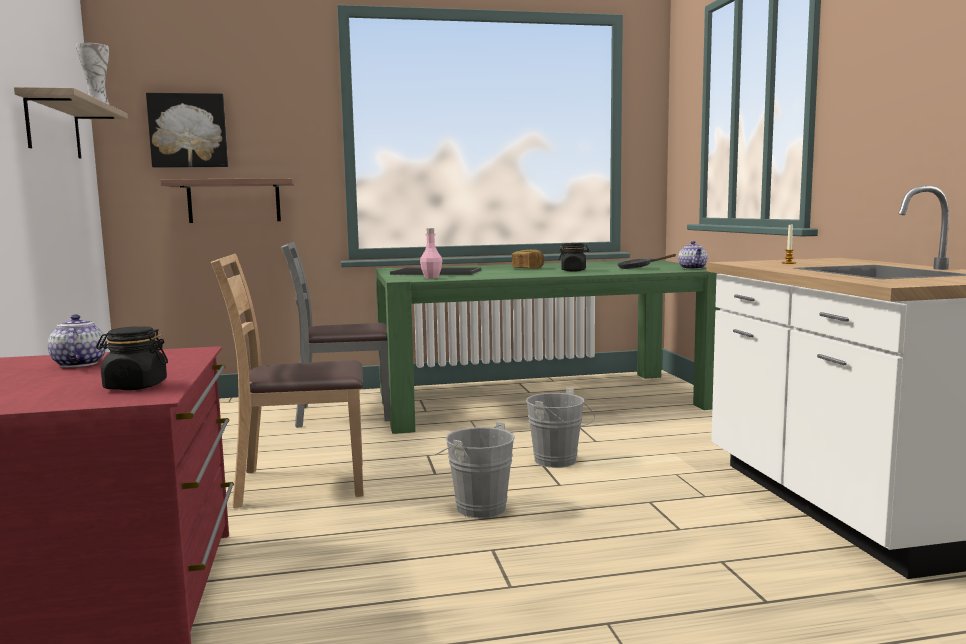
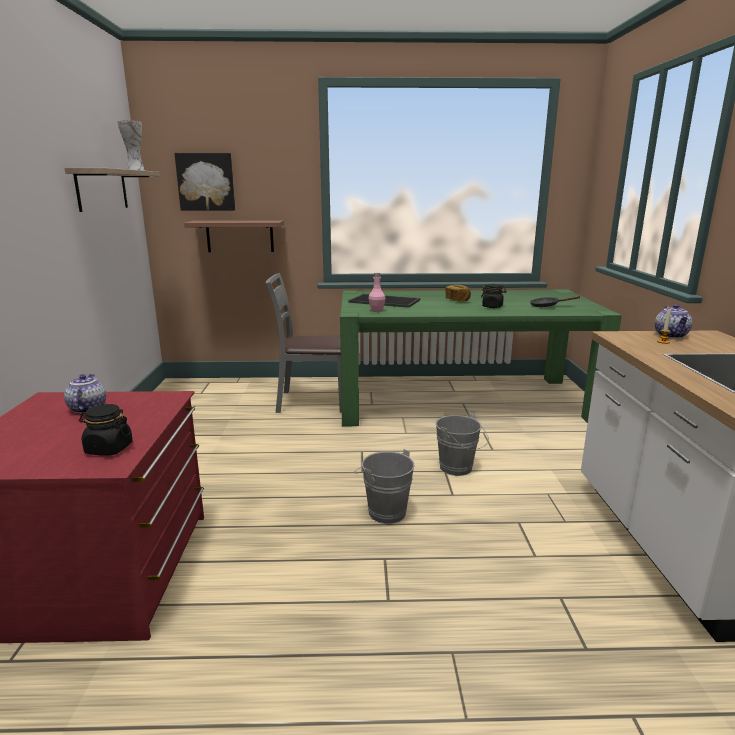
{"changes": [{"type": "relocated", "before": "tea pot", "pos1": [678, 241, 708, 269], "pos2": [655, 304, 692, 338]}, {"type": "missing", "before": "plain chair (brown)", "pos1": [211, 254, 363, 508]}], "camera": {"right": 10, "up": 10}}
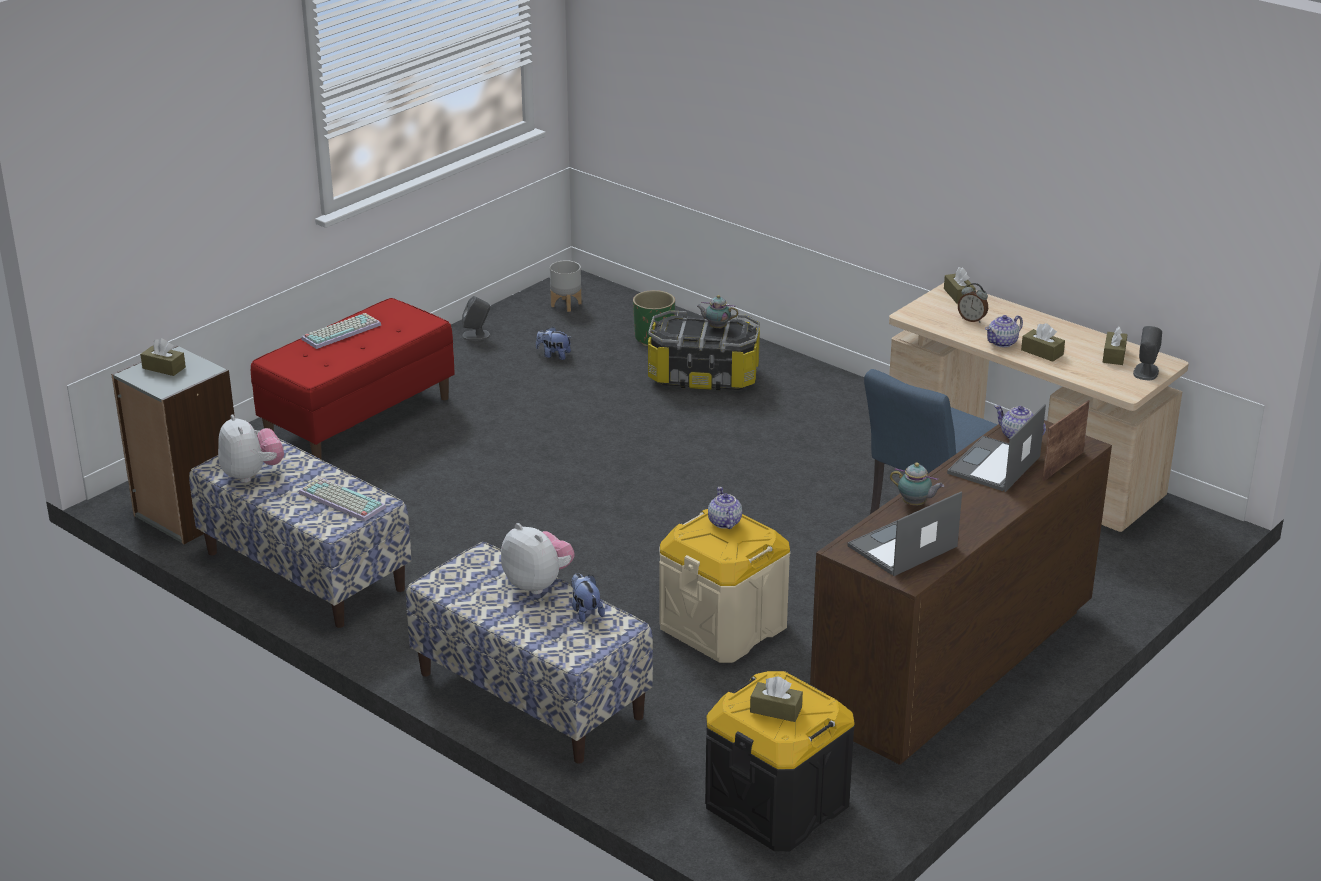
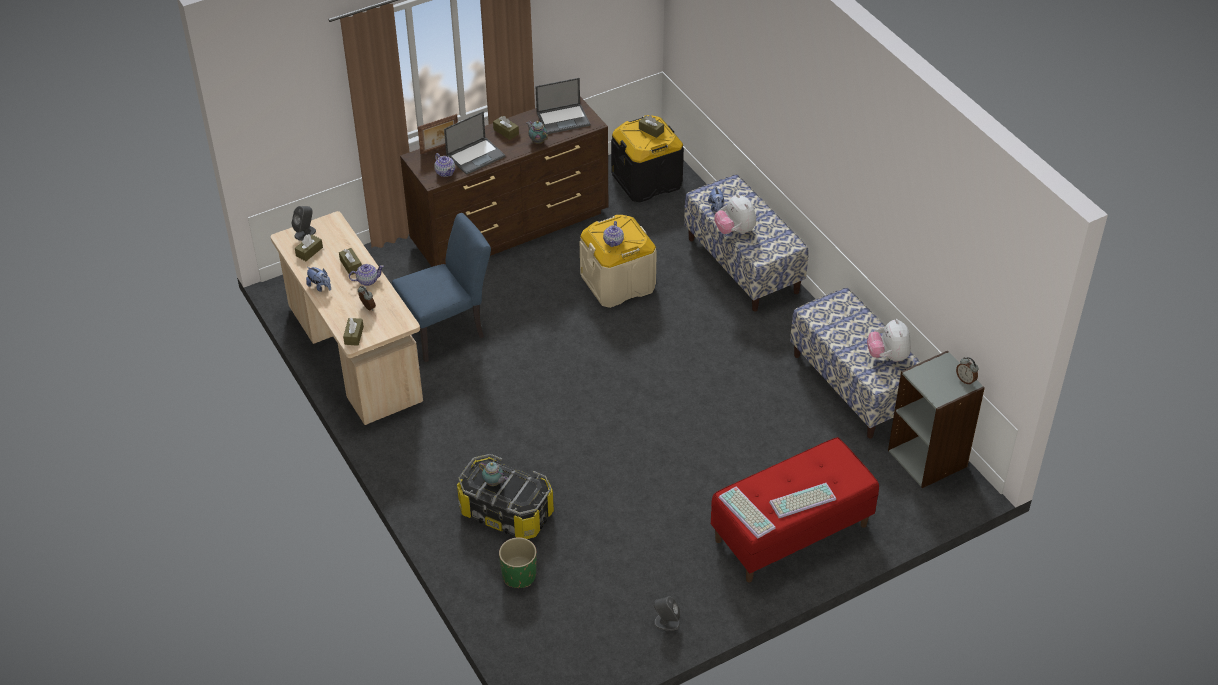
{"changes": [{"type": "missing", "before": "plant pot (grey)", "pos1": [550, 260, 582, 312]}, {"type": "relocated", "before": "soft toy", "pos1": [536, 327, 572, 360], "pos2": [306, 267, 331, 292]}, {"type": "relocated", "before": "box of tissues (brown)", "pos1": [140, 338, 186, 376], "pos2": [493, 116, 519, 140]}, {"type": "relocated", "before": "computer keyboard", "pos1": [299, 477, 386, 522], "pos2": [719, 487, 776, 539]}, {"type": "appeared", "after": "table clock", "pos2": [956, 357, 978, 385]}], "camera": {"right": -160, "up": 15}}
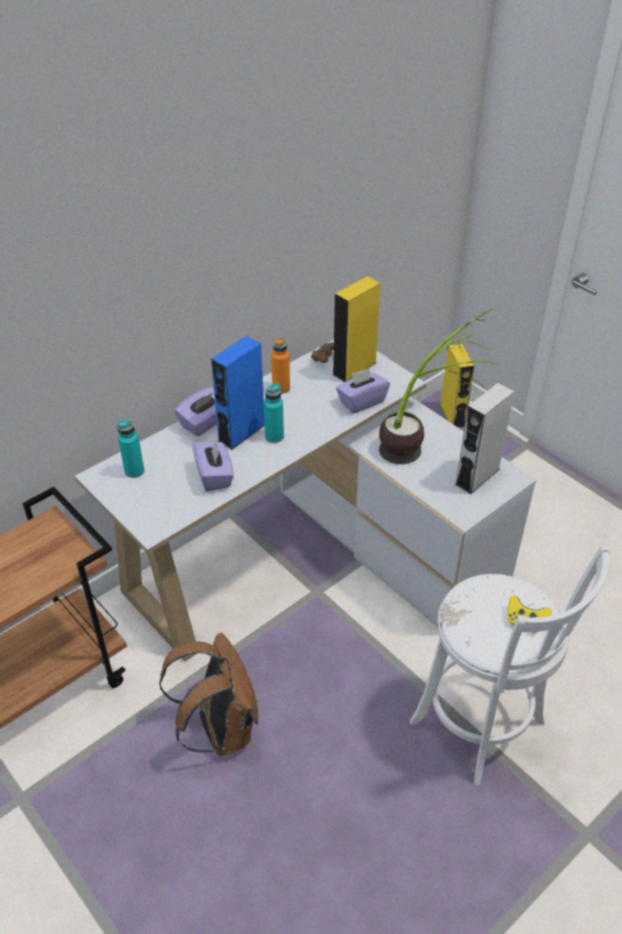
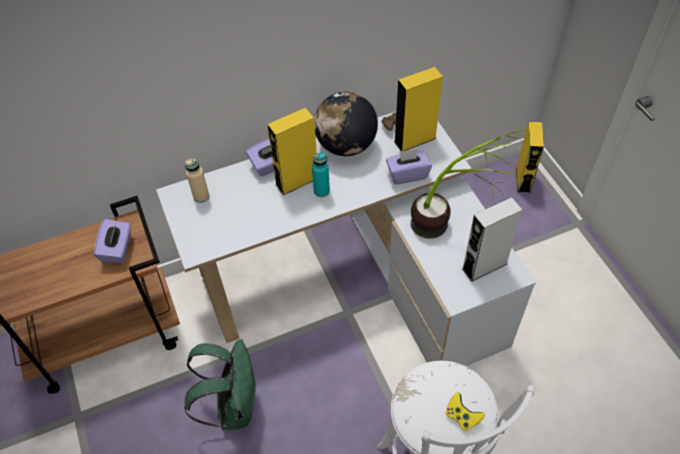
{"changes": [{"type": "colour", "before": "loudspeaker (blue)", "after": "loudspeaker (yellow)", "pos1": [211, 336, 265, 450], "pos2": [267, 107, 317, 195]}, {"type": "exchanged", "before": "beverage bottle (orange)", "after": "world globe", "pos1": [271, 337, 290, 394], "pos2": [314, 92, 378, 156]}, {"type": "colour", "before": "beverage bottle (blue-green)", "after": "beverage bottle (sand-coloured)", "pos1": [117, 419, 144, 478], "pos2": [184, 158, 209, 203]}, {"type": "relocated", "before": "box of tissues (purplish)", "pos1": [192, 440, 234, 492], "pos2": [94, 219, 131, 263]}, {"type": "colour", "before": "knapsack (brown)", "after": "knapsack (green)", "pos1": [159, 632, 258, 756], "pos2": [184, 339, 257, 430]}], "camera": {"right": 20, "up": 10}}
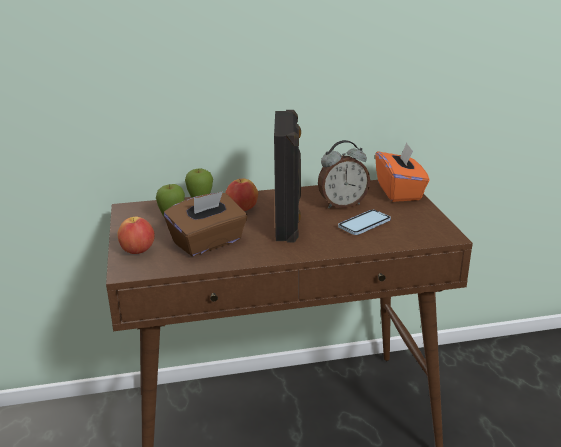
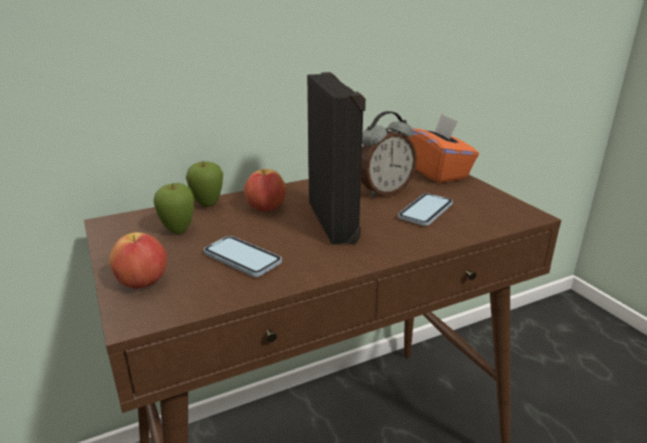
{"changes": [{"type": "exchanged", "before": "box of tissues (brown)", "after": "telephone", "pos1": [164, 191, 248, 256], "pos2": [204, 236, 282, 277]}], "camera": {"right": -15, "up": 0}}
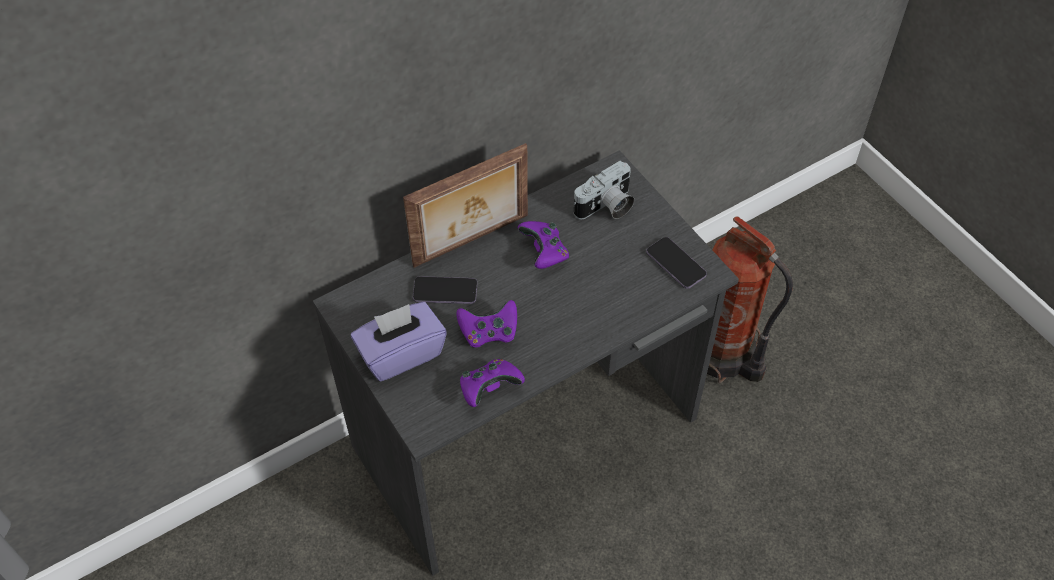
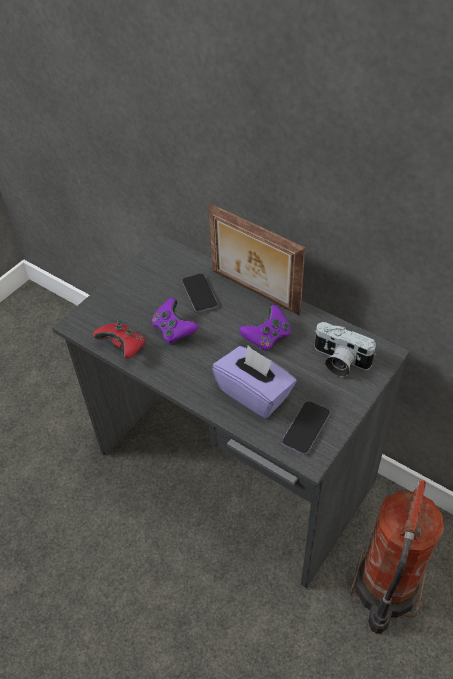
{"changes": [{"type": "relocated", "before": "box of tissues (purplish)", "pos1": [351, 302, 447, 381], "pos2": [212, 345, 296, 418]}, {"type": "colour", "before": "gamepad (purplish)", "after": "gamepad (red-coloured)", "pos1": [460, 359, 525, 407], "pos2": [93, 320, 146, 359]}], "camera": {"right": 70, "up": -5}}
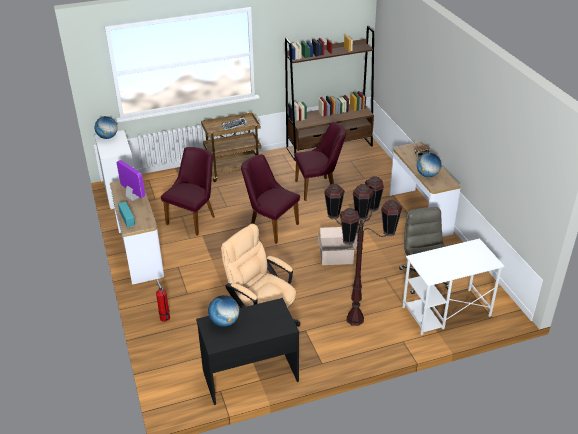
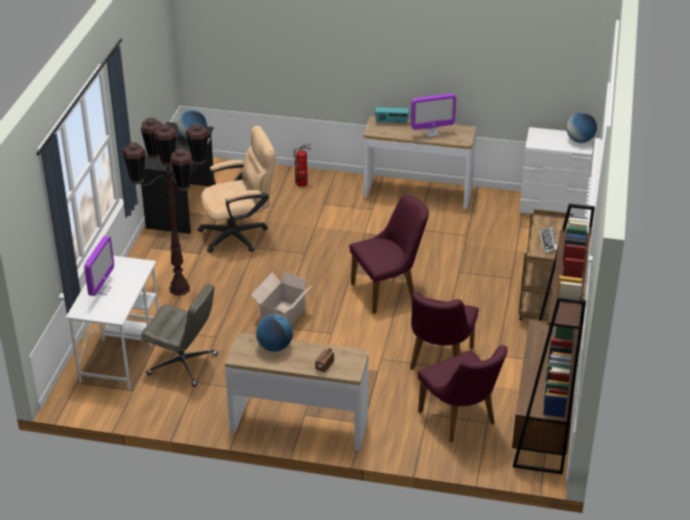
{"changes": [{"type": "relocated", "before": "plain chair (purplish)", "pos1": [161, 147, 215, 236], "pos2": [418, 345, 508, 442]}, {"type": "appeared", "after": "monitor", "pos2": [84, 236, 114, 296]}], "camera": {"right": 120, "up": 0}}
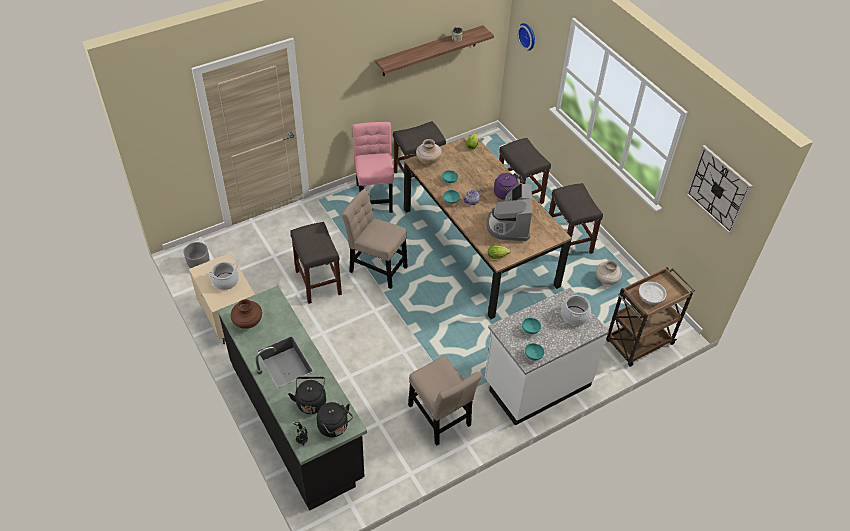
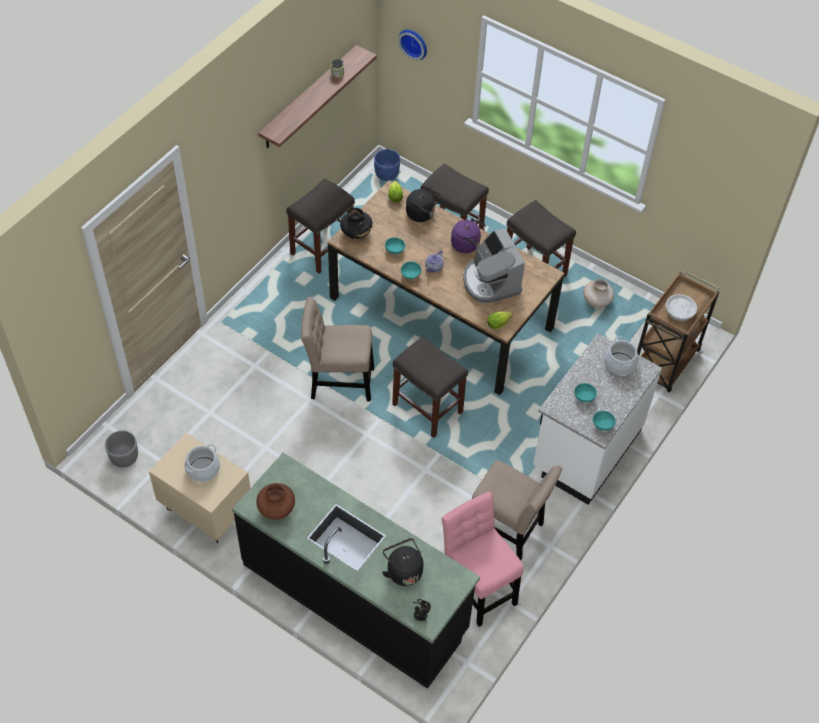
{"changes": [{"type": "relocated", "before": "plain chair (pink)", "pos1": [352, 122, 394, 213], "pos2": [442, 492, 524, 627]}, {"type": "colour", "before": "vase (sand-coloured)", "after": "vase (black)", "pos1": [416, 139, 442, 164], "pos2": [340, 208, 372, 239]}, {"type": "missing", "before": "hanging clock", "pos1": [685, 145, 752, 235]}, {"type": "relocated", "before": "stool seat (grey)", "pos1": [290, 222, 342, 304], "pos2": [392, 336, 468, 438]}, {"type": "relocated", "before": "kettle (black)", "pos1": [316, 402, 353, 437], "pos2": [406, 188, 440, 222]}, {"type": "appeared", "after": "plant pot (blue)", "pos2": [374, 149, 400, 181]}], "camera": {"right": -25, "up": 5}}
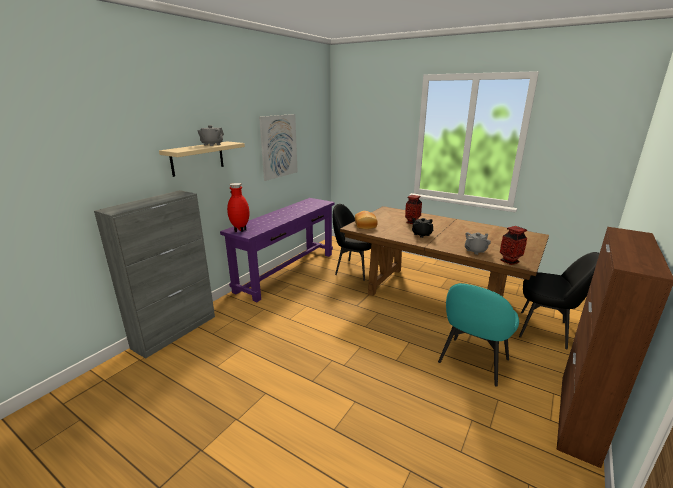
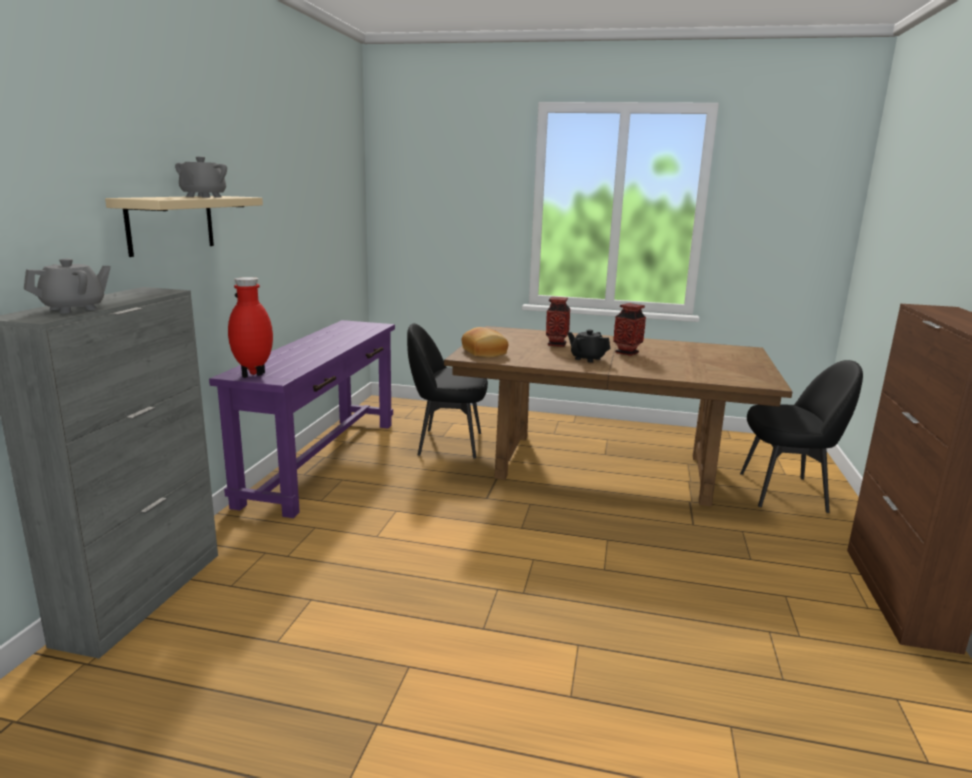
{"changes": [{"type": "missing", "before": "wall art", "pos1": [259, 114, 298, 181]}, {"type": "relocated", "before": "vase", "pos1": [500, 226, 527, 265], "pos2": [613, 303, 646, 356]}, {"type": "relocated", "before": "tea pot (grey)", "pos1": [465, 232, 491, 255], "pos2": [24, 259, 111, 313]}, {"type": "missing", "before": "plain chair (blue-green)", "pos1": [438, 283, 519, 387]}], "camera": {"right": -20, "up": -5}}
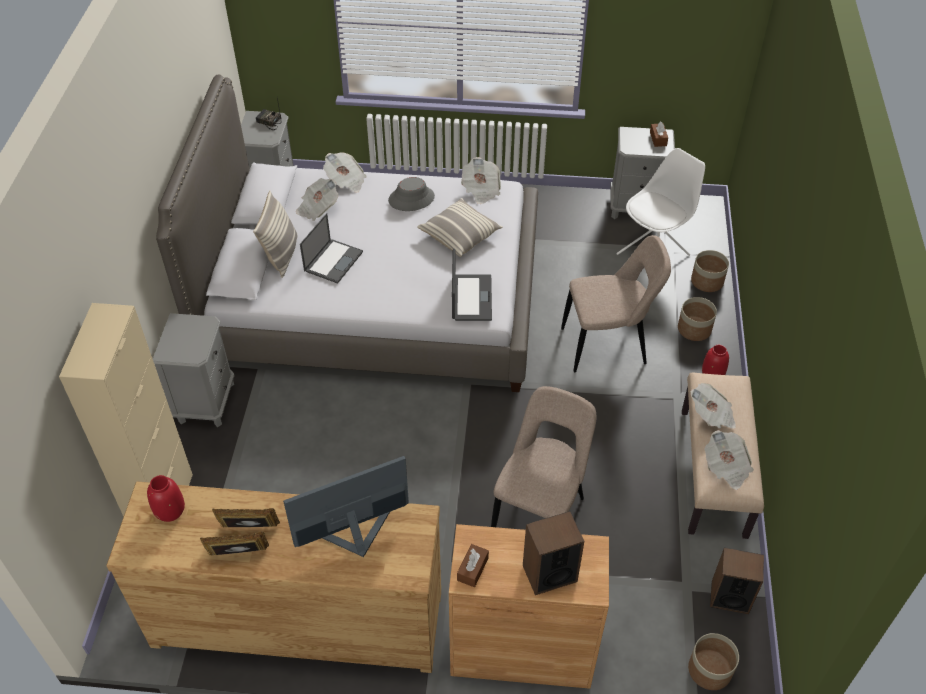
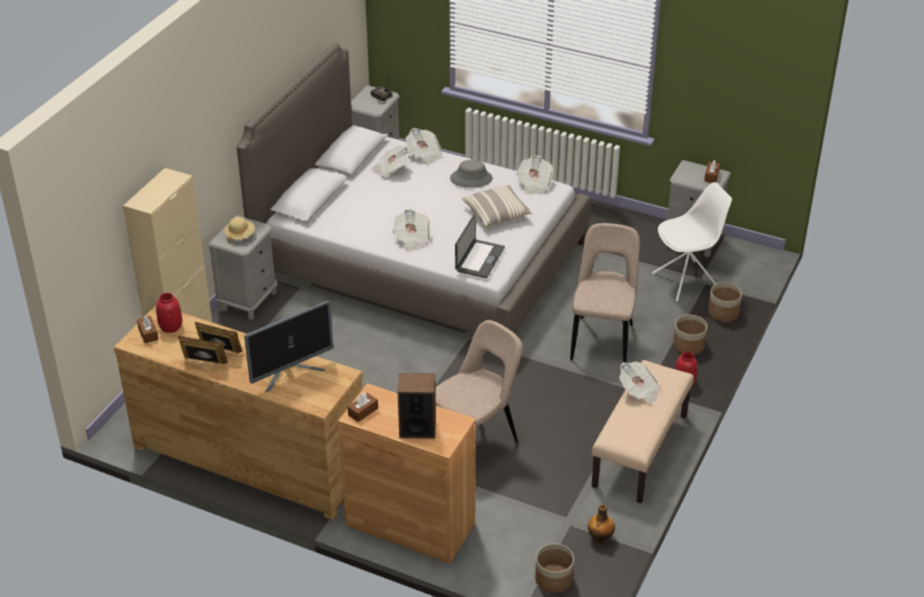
{"changes": [{"type": "missing", "before": "throw pillow", "pos1": [253, 191, 297, 278]}, {"type": "missing", "before": "portable computer", "pos1": [300, 213, 363, 284]}, {"type": "spun", "before": "plain chair (sand-coloured)", "pos1": [561, 235, 671, 372], "pos2": [570, 223, 640, 363], "turn": -90}, {"type": "relocated", "before": "newspaper", "pos1": [704, 430, 754, 490], "pos2": [393, 209, 430, 252]}, {"type": "spun", "before": "monitor", "pos1": [283, 456, 409, 557], "pos2": [244, 300, 333, 393], "turn": 150}, {"type": "exchanged", "before": "loudspeaker", "after": "beverage bottle", "pos1": [710, 548, 764, 614], "pos2": [588, 505, 615, 543]}, {"type": "appeared", "after": "hat (sand-coloured)", "pos2": [224, 217, 255, 244]}, {"type": "appeared", "after": "box of tissues (brown)", "pos2": [137, 315, 159, 343]}], "camera": {"right": 20, "up": -10}}
